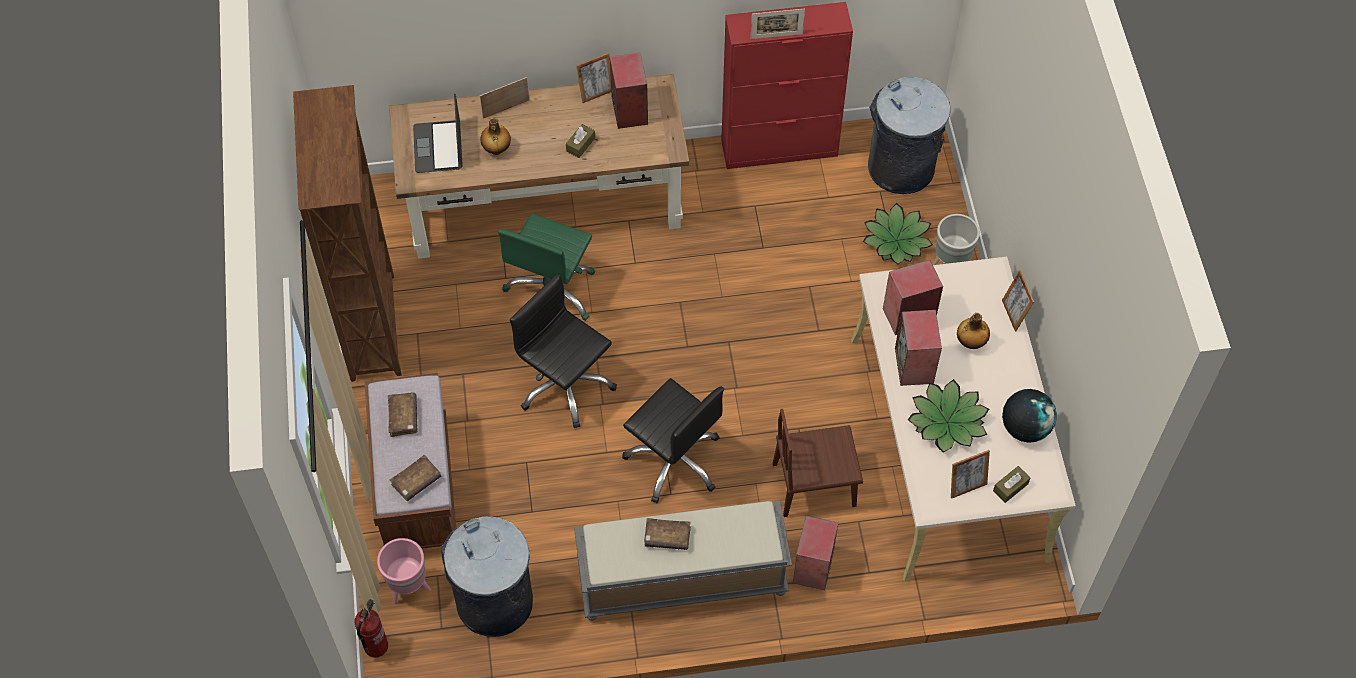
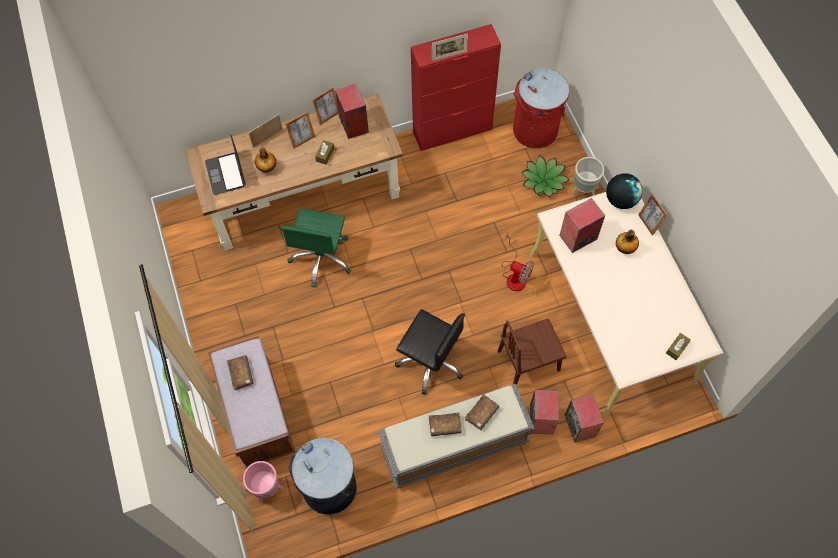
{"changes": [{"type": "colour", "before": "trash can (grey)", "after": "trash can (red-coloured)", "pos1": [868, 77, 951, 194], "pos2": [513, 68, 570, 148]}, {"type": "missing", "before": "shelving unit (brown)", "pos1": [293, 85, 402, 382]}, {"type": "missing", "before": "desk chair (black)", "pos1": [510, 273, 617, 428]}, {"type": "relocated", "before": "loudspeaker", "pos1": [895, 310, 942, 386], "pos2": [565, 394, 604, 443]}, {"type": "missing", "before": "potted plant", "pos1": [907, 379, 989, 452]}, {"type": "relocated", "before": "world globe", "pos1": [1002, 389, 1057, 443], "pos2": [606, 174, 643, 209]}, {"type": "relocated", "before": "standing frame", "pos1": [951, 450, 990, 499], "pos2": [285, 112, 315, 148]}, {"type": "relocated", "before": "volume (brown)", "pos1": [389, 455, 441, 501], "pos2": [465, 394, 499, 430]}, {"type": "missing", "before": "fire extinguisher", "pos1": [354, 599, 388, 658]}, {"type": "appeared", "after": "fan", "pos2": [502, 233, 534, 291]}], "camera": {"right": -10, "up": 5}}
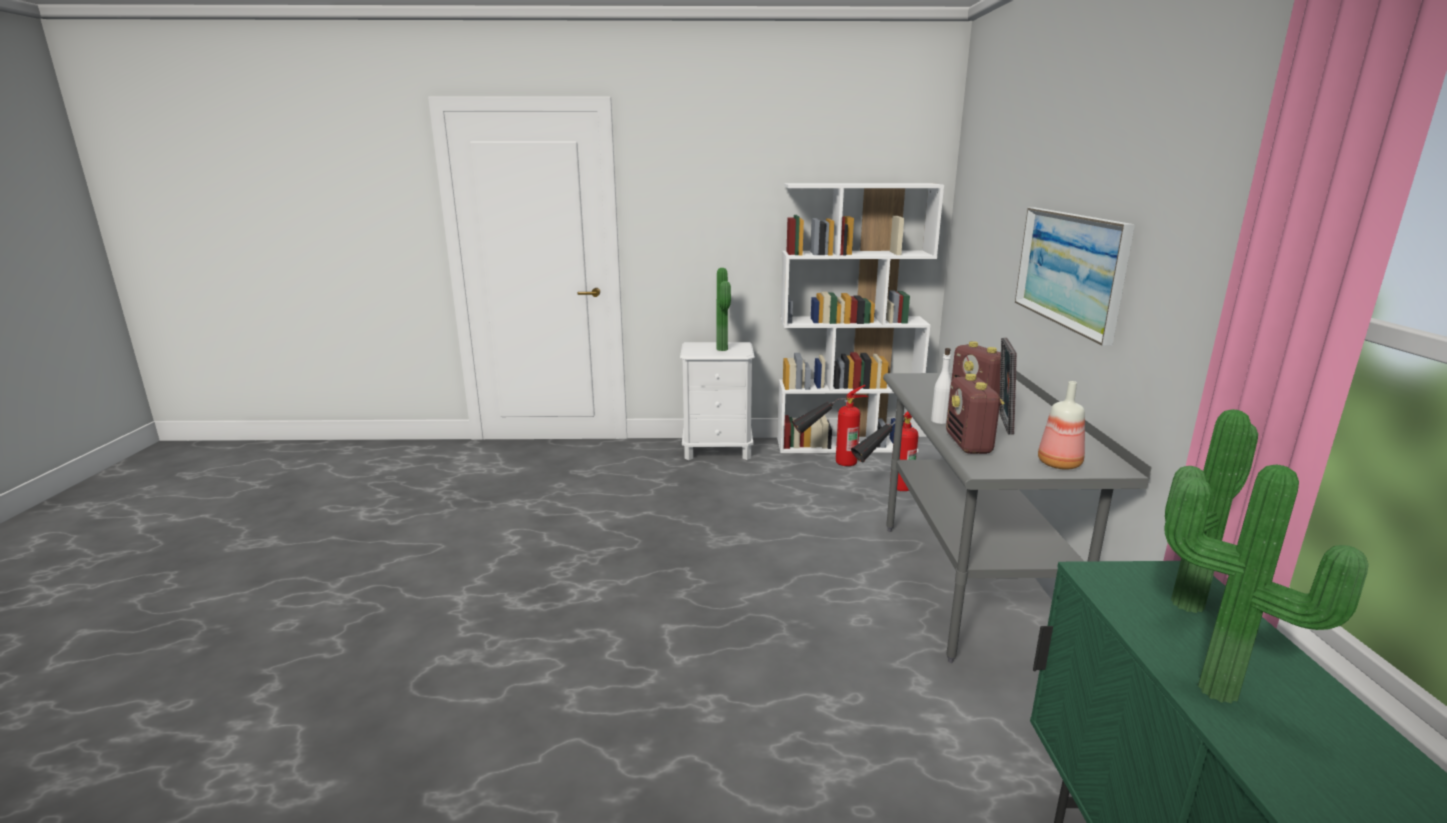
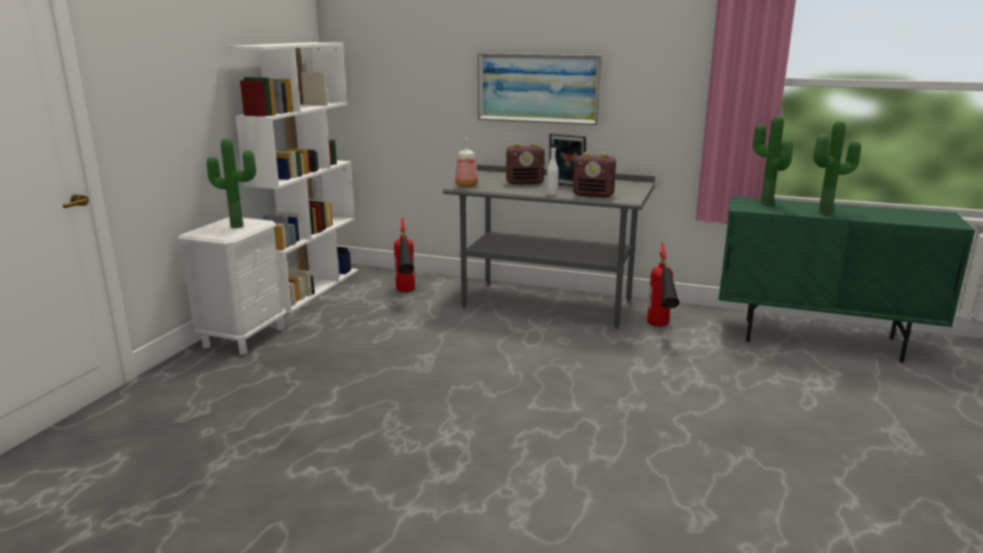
{"changes": [{"type": "relocated", "before": "beverage bottle", "pos1": [1038, 381, 1085, 470], "pos2": [455, 138, 478, 187]}, {"type": "relocated", "before": "fire extinguisher", "pos1": [792, 385, 868, 466], "pos2": [647, 242, 680, 327]}], "camera": {"right": -70, "up": 0}}
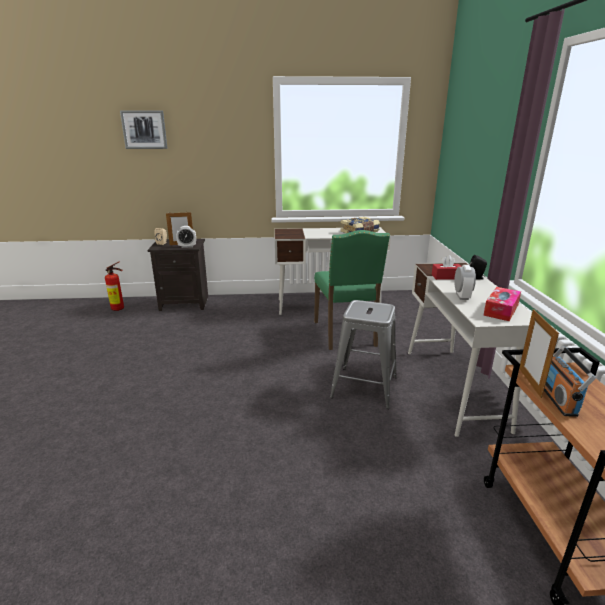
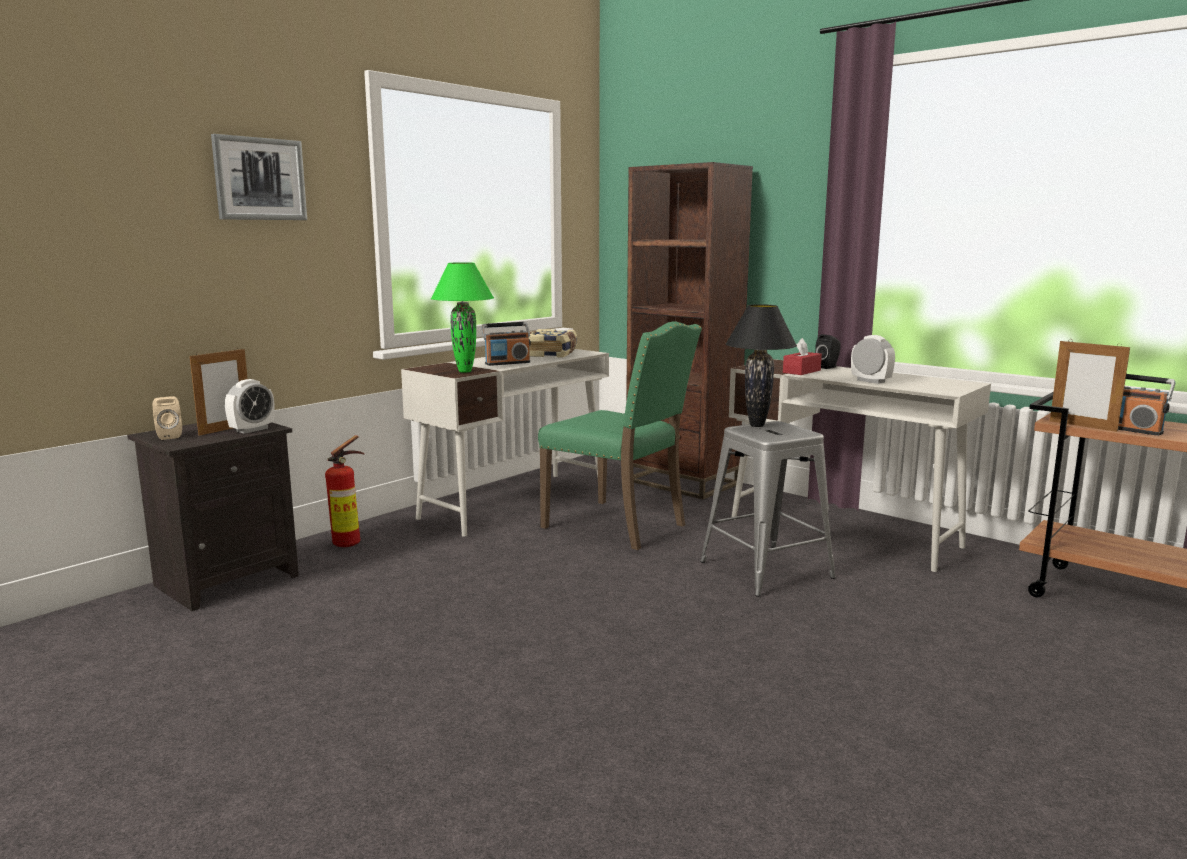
{"changes": [{"type": "relocated", "before": "wall art", "pos1": [120, 110, 168, 149], "pos2": [211, 134, 307, 220]}, {"type": "relocated", "before": "fire extinguisher", "pos1": [105, 262, 124, 311], "pos2": [325, 435, 364, 547]}, {"type": "missing", "before": "box of tissues", "pos1": [483, 287, 521, 321]}, {"type": "appeared", "after": "shelving unit (brown)", "pos2": [626, 162, 753, 500]}, {"type": "appeared", "after": "table lamp (green)", "pos2": [431, 262, 494, 373]}, {"type": "appeared", "after": "table lamp (black)", "pos2": [725, 304, 797, 427]}, {"type": "appeared", "after": "radio set", "pos2": [481, 322, 531, 366]}], "camera": {"right": -45, "up": -10}}
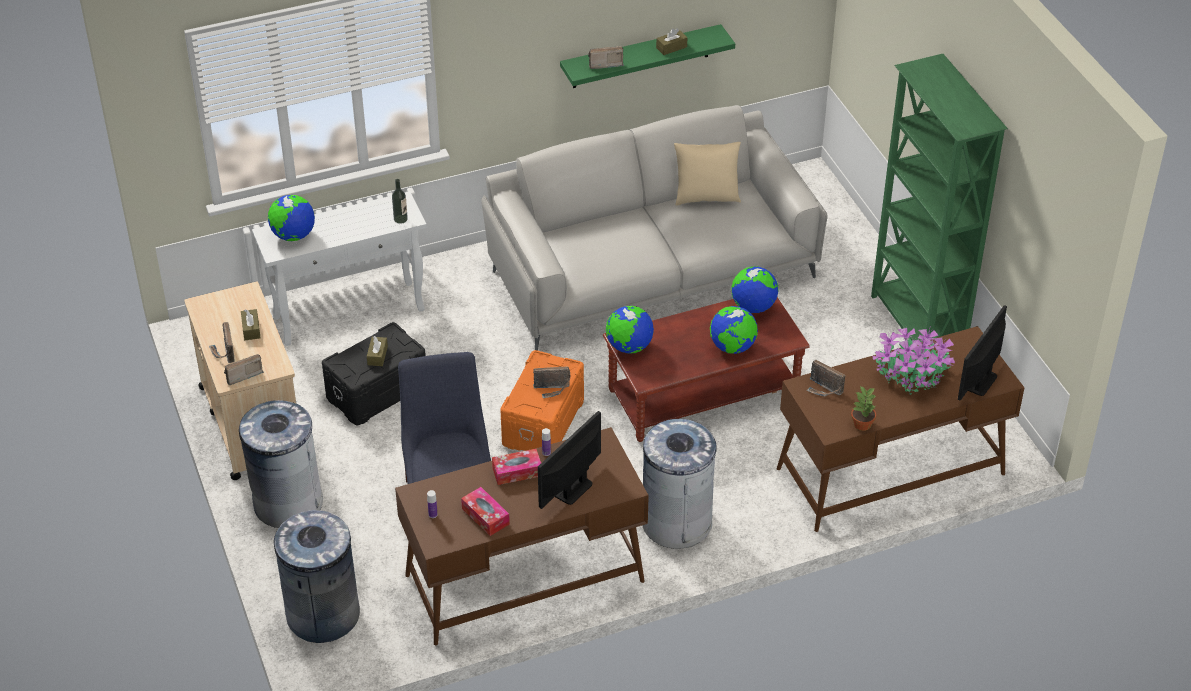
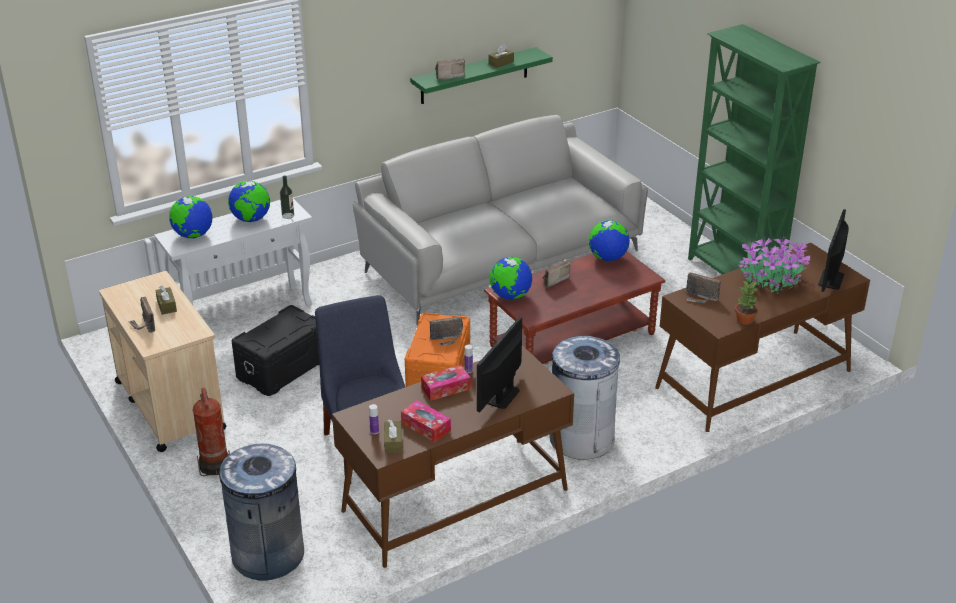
{"changes": [{"type": "missing", "before": "throw pillow (sand-coloured)", "pos1": [674, 142, 741, 206]}, {"type": "relocated", "before": "world globe", "pos1": [710, 306, 758, 354], "pos2": [228, 181, 270, 222]}, {"type": "relocated", "before": "box of tissues (brown)", "pos1": [367, 336, 388, 366], "pos2": [384, 420, 402, 453]}, {"type": "relocated", "before": "radio set", "pos1": [224, 354, 264, 385], "pos2": [543, 260, 571, 288]}, {"type": "exchanged", "before": "trash can (grey)", "after": "fire extinguisher", "pos1": [239, 400, 323, 528], "pos2": [192, 388, 230, 476]}], "camera": {"right": -10, "up": -10}}
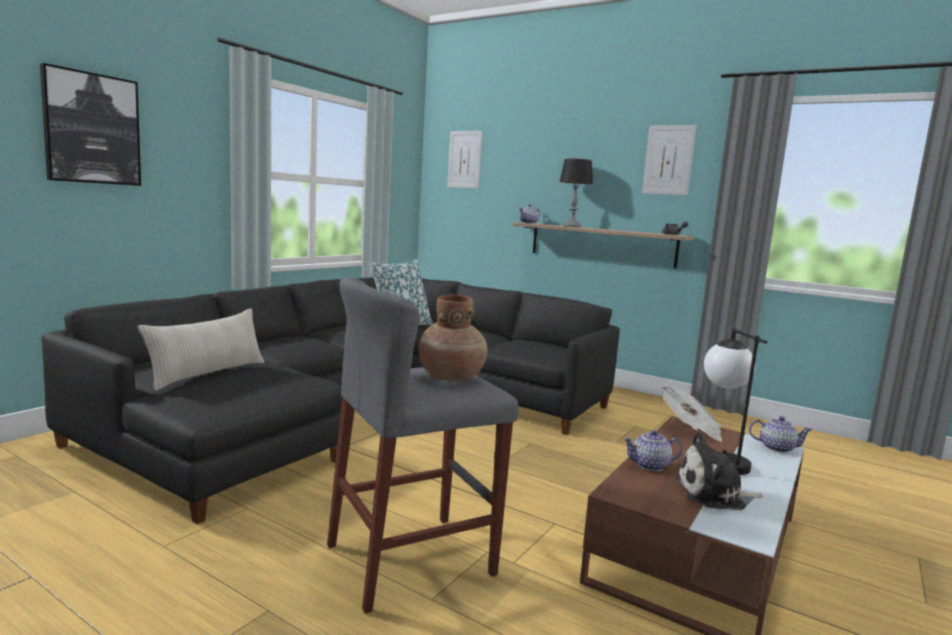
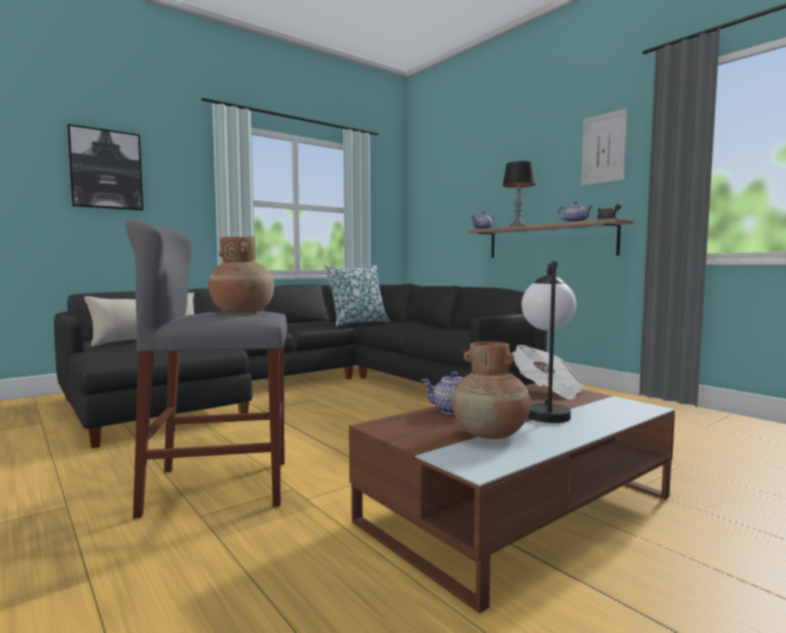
{"changes": [{"type": "missing", "before": "wall art", "pos1": [447, 131, 483, 189]}, {"type": "relocated", "before": "tea pot", "pos1": [749, 416, 813, 453], "pos2": [558, 202, 592, 222]}, {"type": "exchanged", "before": "soft toy", "after": "vase (brown)", "pos1": [675, 432, 763, 510], "pos2": [452, 342, 531, 439]}], "camera": {"right": 20, "up": -5}}
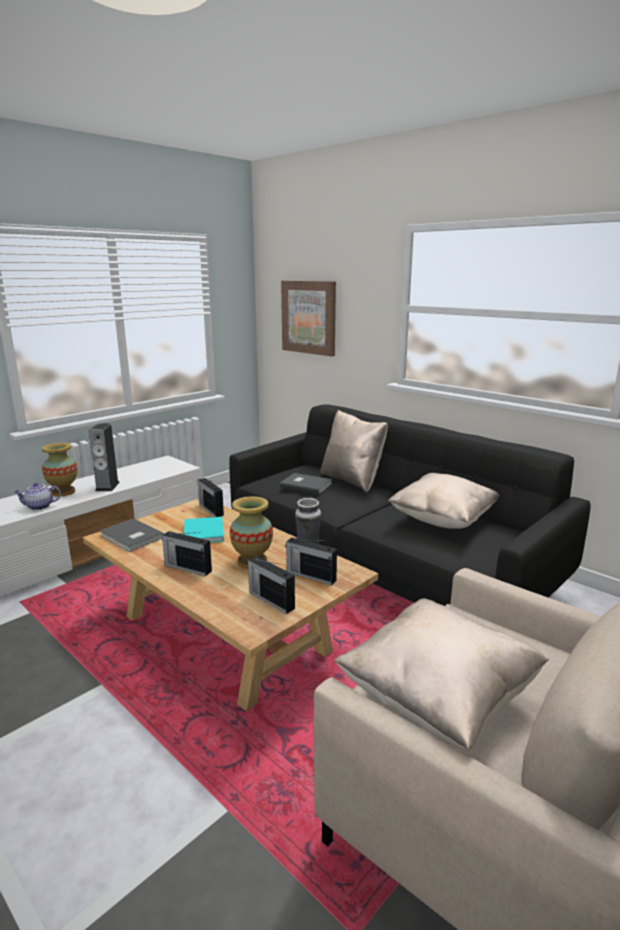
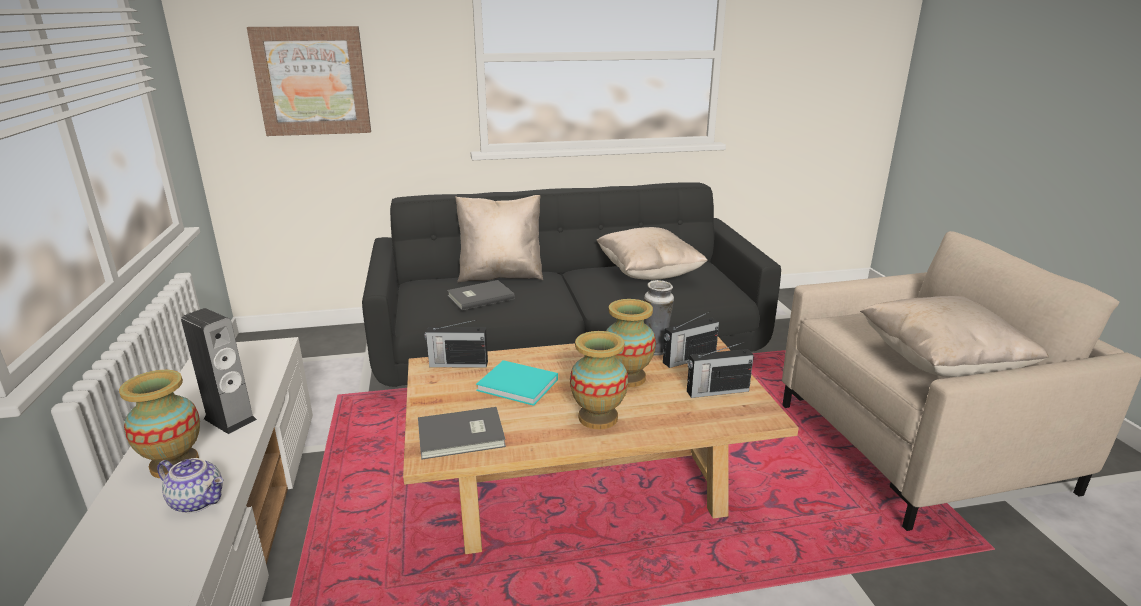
{"changes": [{"type": "spun", "before": "tea pot", "pos1": [13, 483, 61, 510], "pos2": [157, 458, 223, 513], "turn": -90}, {"type": "exchanged", "before": "radio set", "after": "vase", "pos1": [162, 531, 212, 576], "pos2": [570, 331, 628, 429]}], "camera": {"right": -55, "up": 5}}
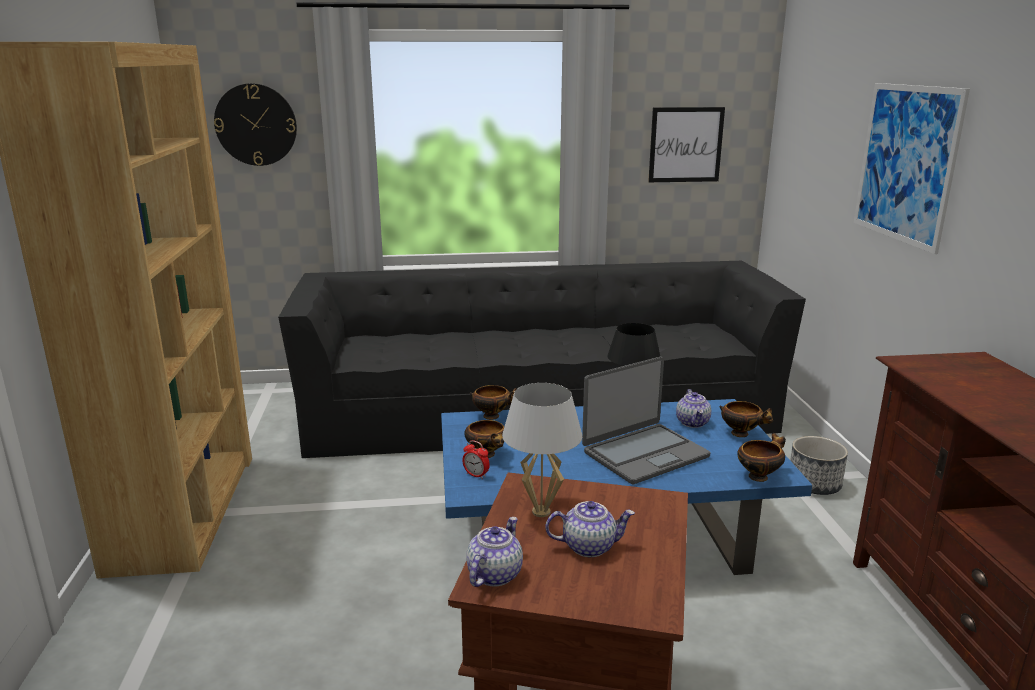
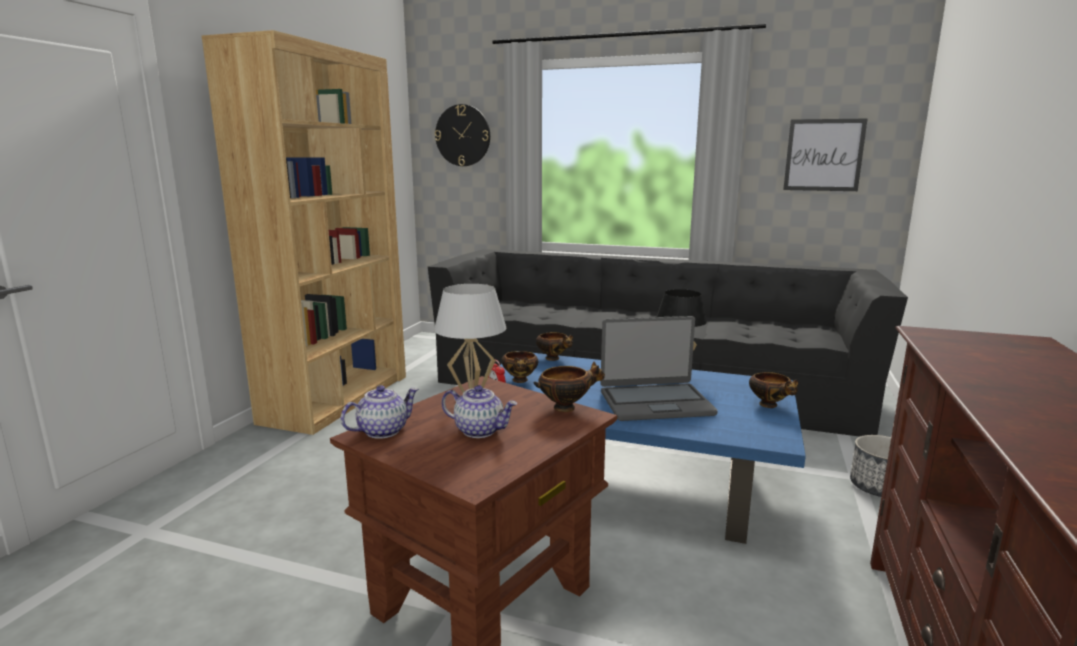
{"changes": [{"type": "missing", "before": "wall art", "pos1": [854, 83, 970, 254]}, {"type": "missing", "before": "tea pot", "pos1": [676, 389, 711, 428]}, {"type": "relocated", "before": "serving bowl", "pos1": [737, 433, 786, 482], "pos2": [533, 361, 605, 412]}], "camera": {"right": 25, "up": -5}}
